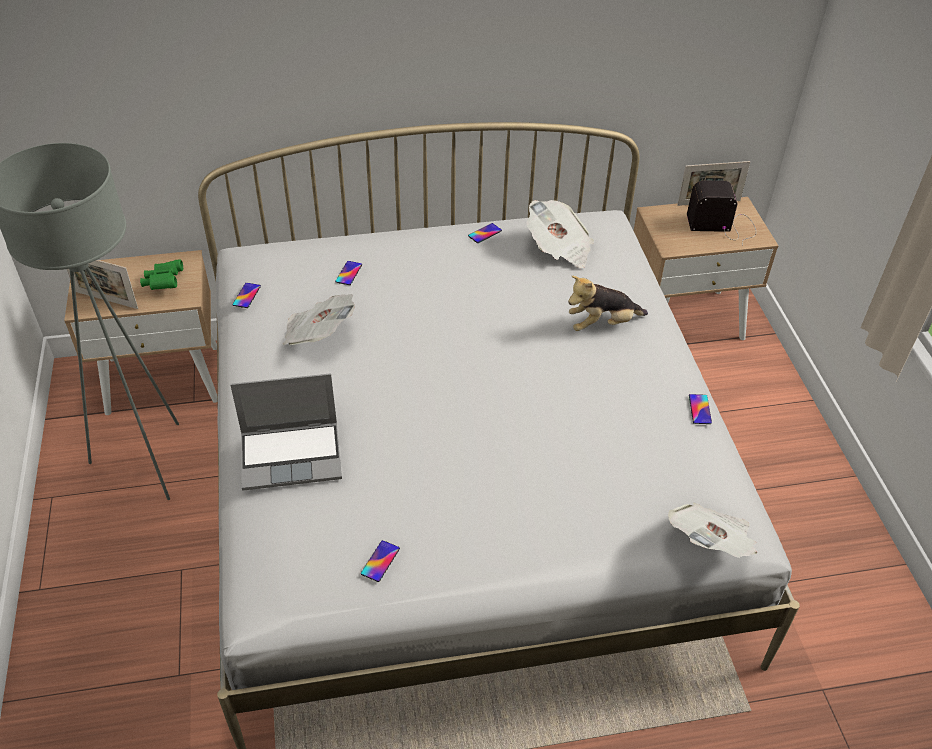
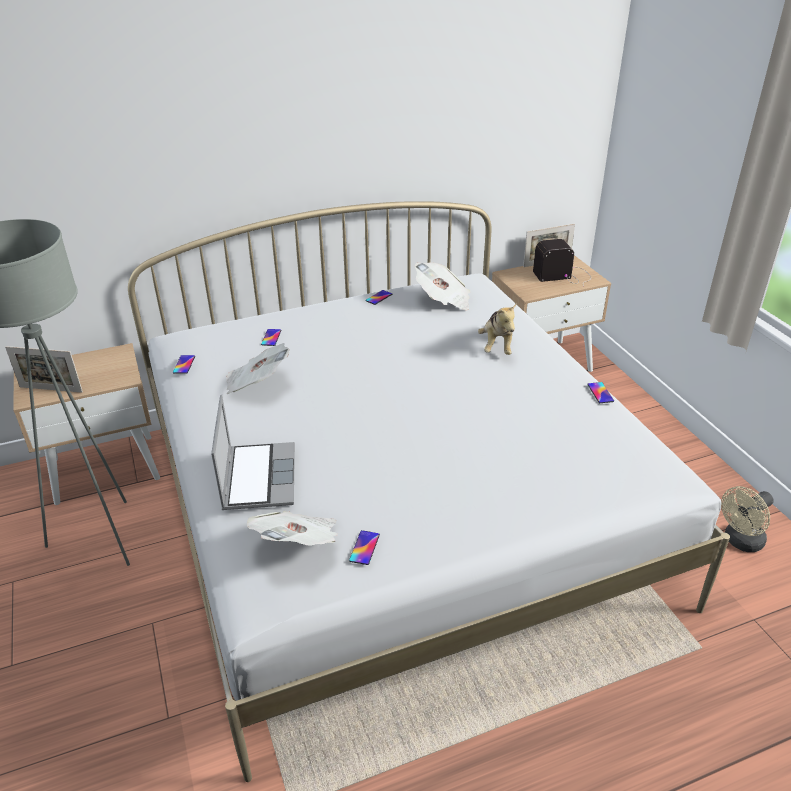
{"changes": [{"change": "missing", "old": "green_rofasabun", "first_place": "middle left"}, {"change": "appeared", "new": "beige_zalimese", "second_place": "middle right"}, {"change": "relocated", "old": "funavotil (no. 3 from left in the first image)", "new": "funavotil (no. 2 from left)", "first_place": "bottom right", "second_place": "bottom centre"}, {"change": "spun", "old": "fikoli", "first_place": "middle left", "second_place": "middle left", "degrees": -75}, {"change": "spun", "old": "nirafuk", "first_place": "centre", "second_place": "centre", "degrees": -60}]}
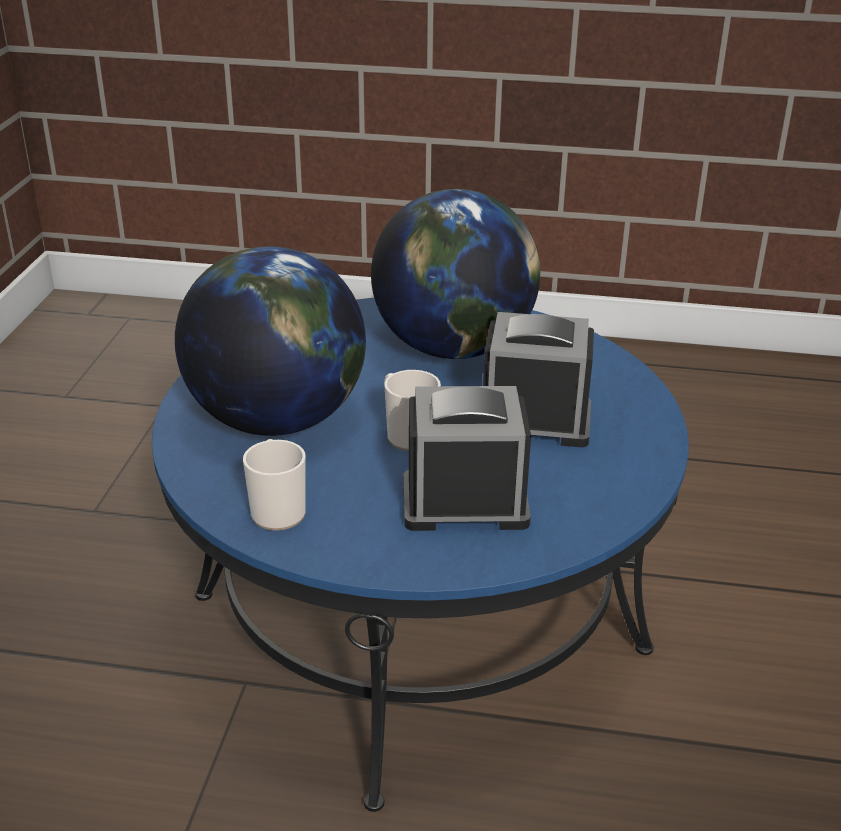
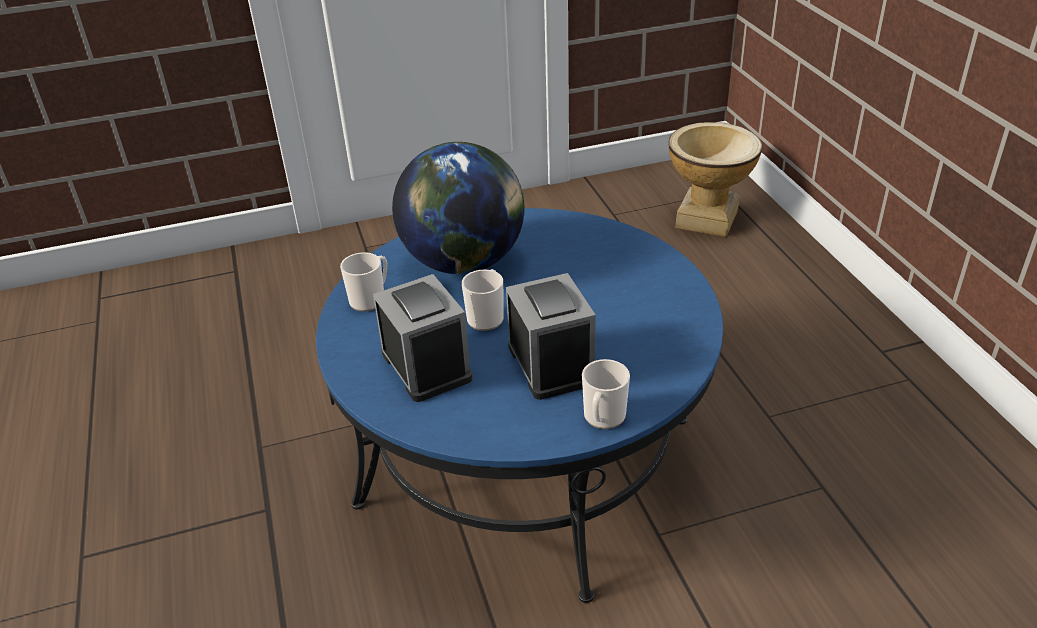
{"changes": [{"change": "missing", "old": "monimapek (no. 2 from left)", "first_place": "top centre"}, {"change": "appeared", "new": "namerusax (no. 3 from left)", "second_place": "centre"}, {"change": "appeared", "new": "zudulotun", "second_place": "top right"}]}
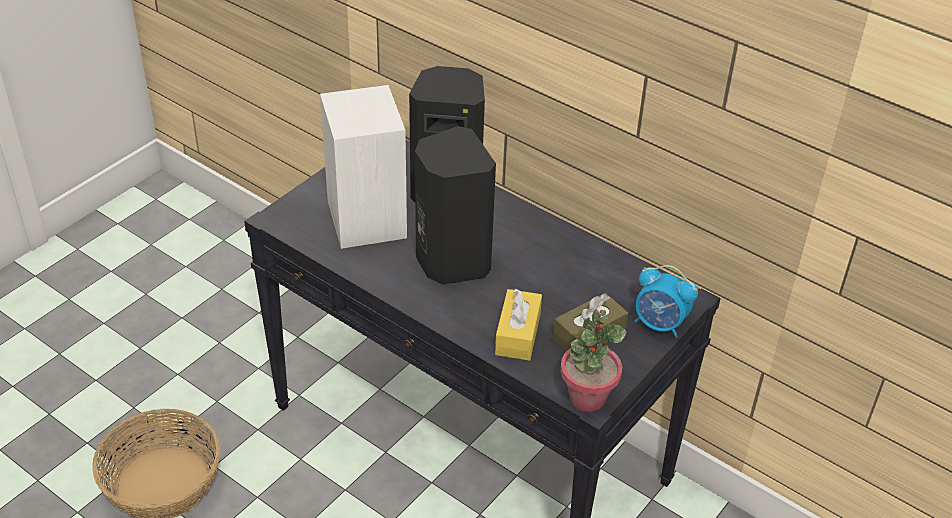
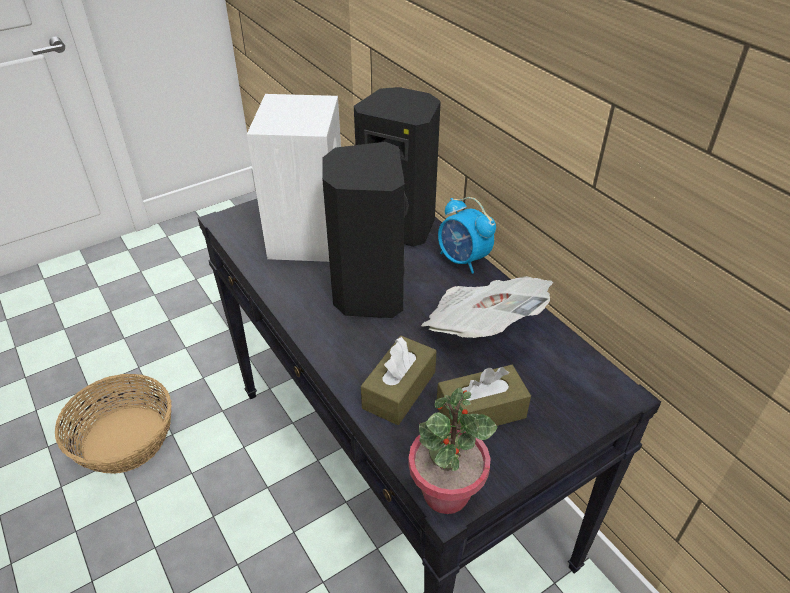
{"changes": [{"change": "appeared", "new": "funavotil", "second_place": "centre"}, {"change": "relocated", "old": "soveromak", "first_place": "middle right", "second_place": "centre"}, {"change": "colour", "old": "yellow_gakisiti", "new": "brown_gakisiti (no. 1 from left)", "first_place": "centre", "second_place": "centre"}]}
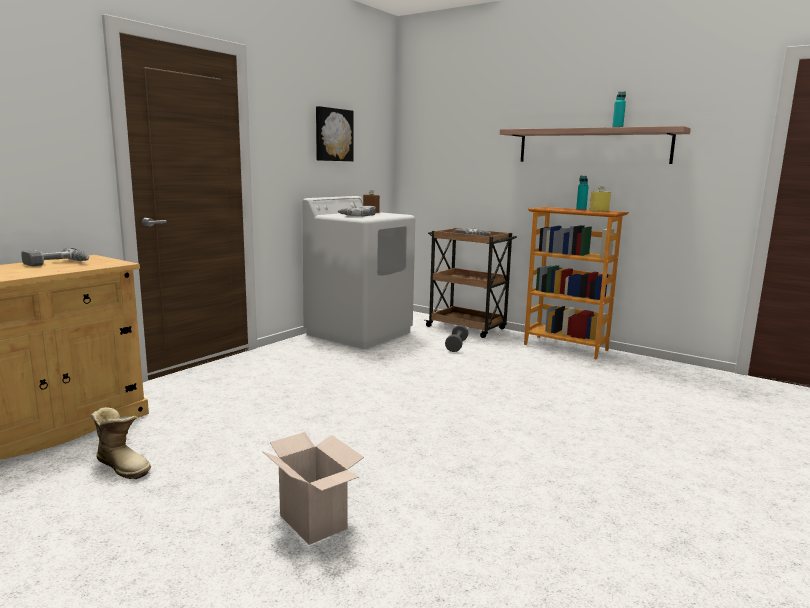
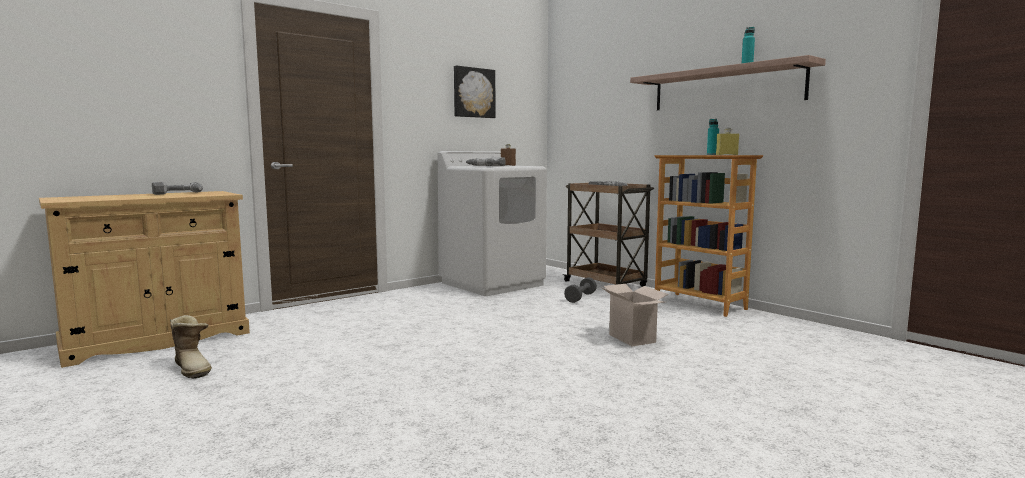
{"changes": [{"change": "relocated", "old": "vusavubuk", "first_place": "bottom centre", "second_place": "centre"}]}
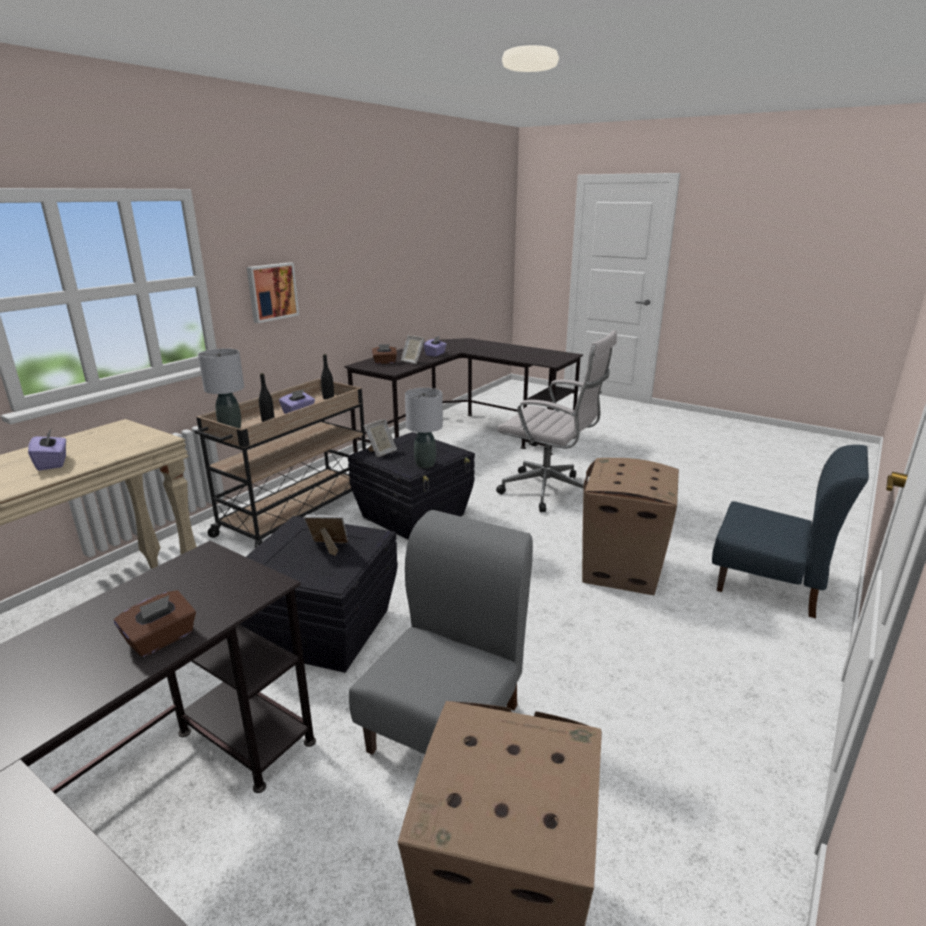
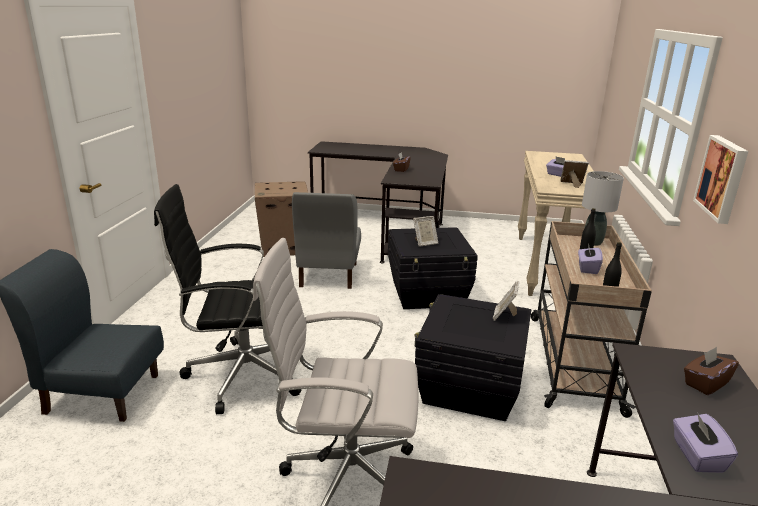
{"changes": [{"change": "missing", "old": "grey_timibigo (no. 2 from left)", "first_place": "centre"}, {"change": "relocated", "old": "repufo (no. 3 from left)", "first_place": "centre", "second_place": "middle right"}, {"change": "exchanged", "old": "vusavubuk (no. 2 from left)", "new": "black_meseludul", "first_place": "middle right", "second_place": "middle left"}]}
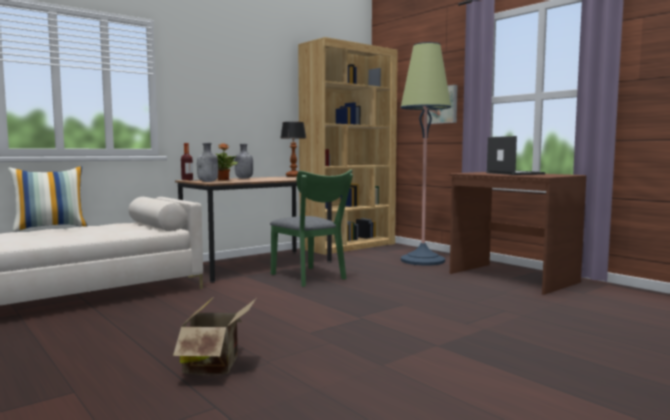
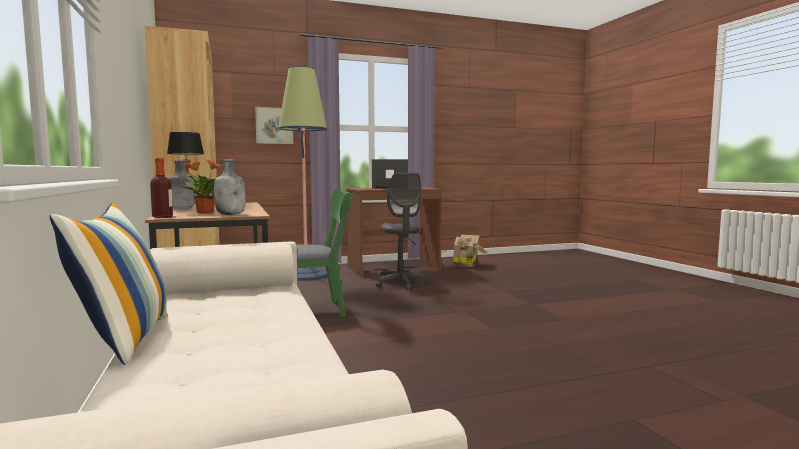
{"changes": [{"change": "appeared", "new": "grey_meseludul", "second_place": "centre"}, {"change": "relocated", "old": "vusavubuk", "first_place": "bottom left", "second_place": "centre"}]}
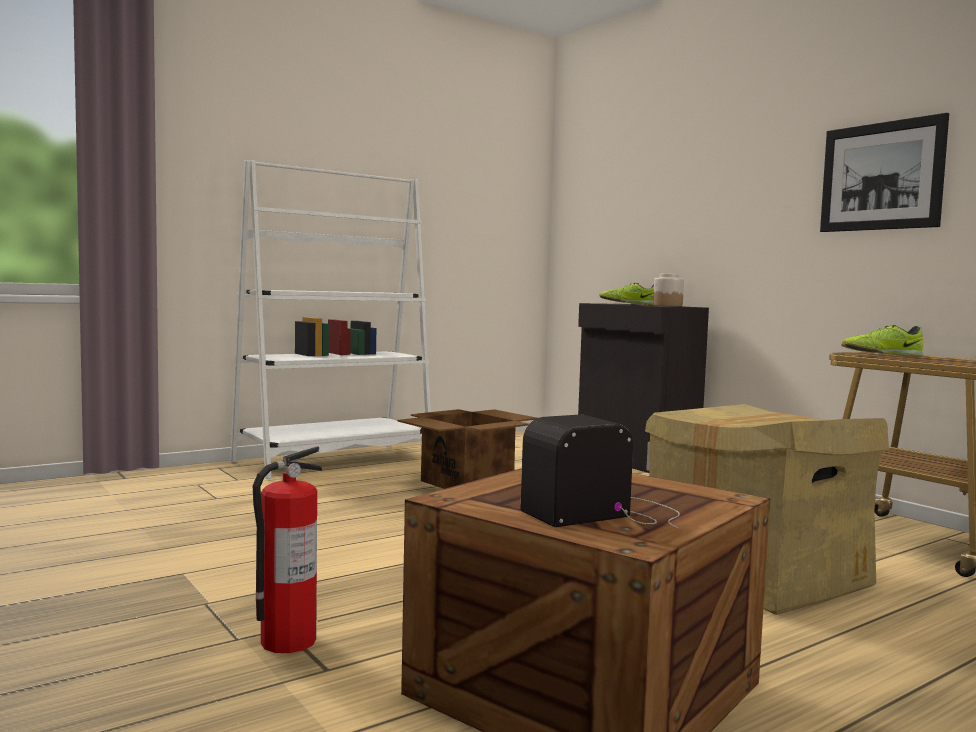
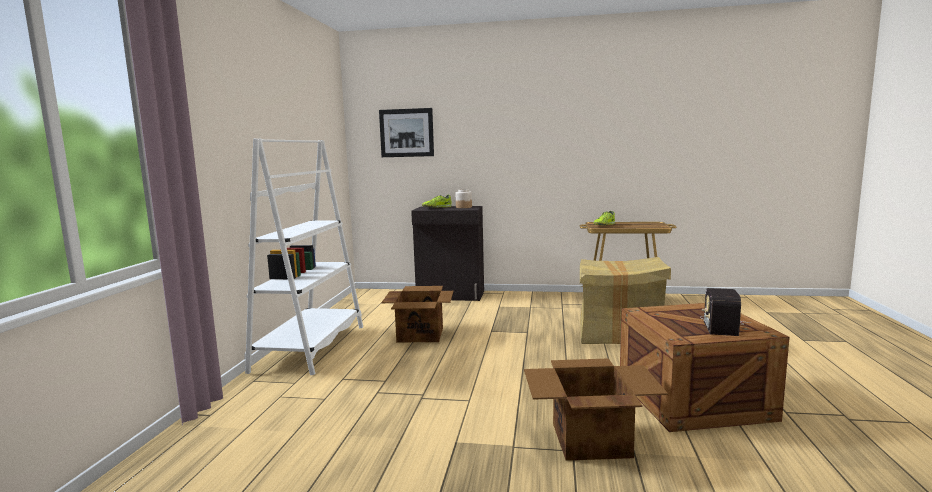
{"changes": [{"change": "relocated", "old": "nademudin", "first_place": "top right", "second_place": "top centre"}, {"change": "exchanged", "old": "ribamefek", "new": "vusavubuk (no. 2 from left)", "first_place": "bottom left", "second_place": "bottom centre"}]}
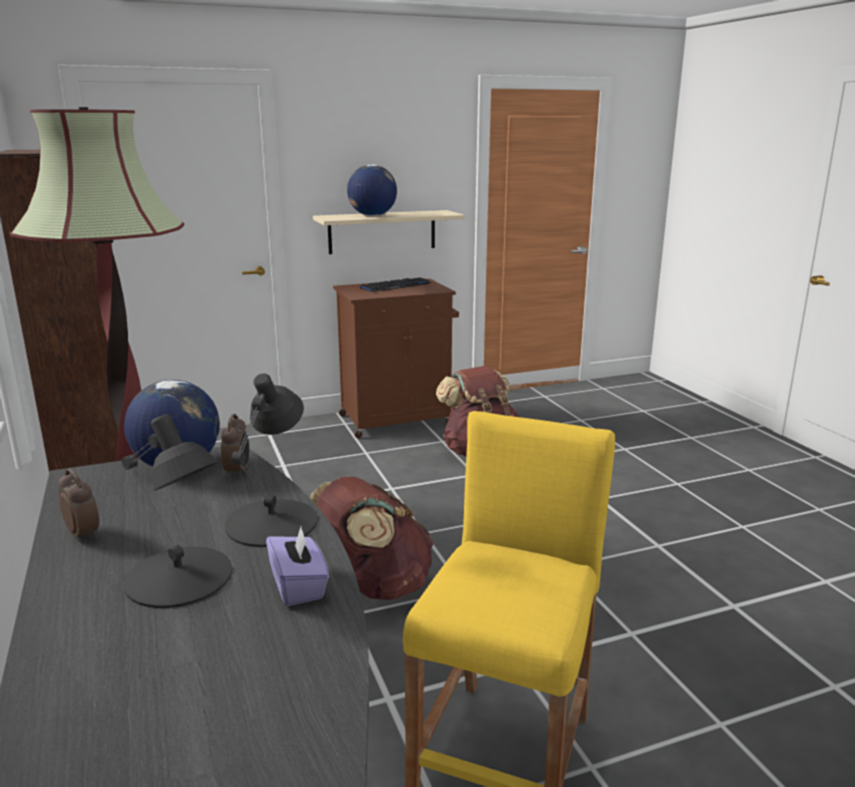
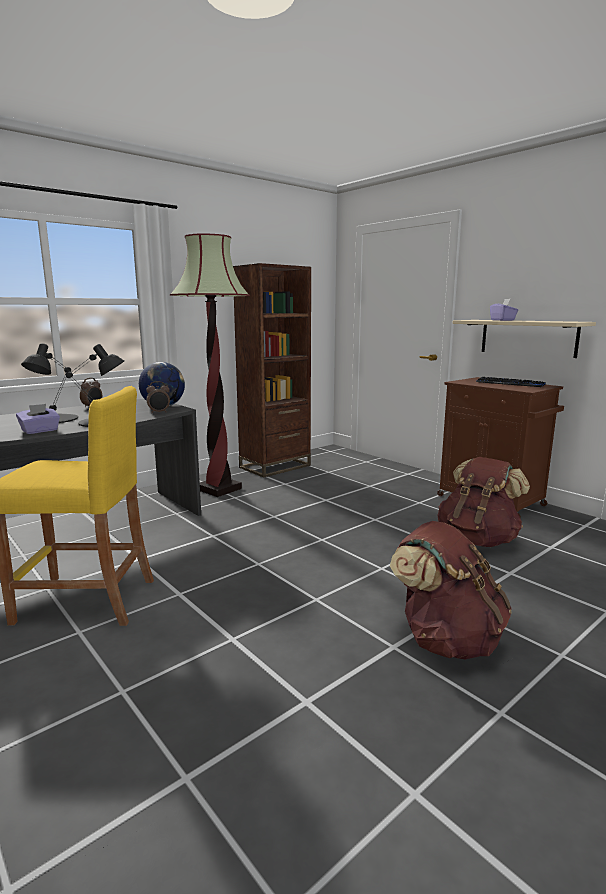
{"changes": [{"change": "relocated", "old": "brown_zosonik (no. 1 from left)", "first_place": "bottom centre", "second_place": "middle right"}, {"change": "exchanged", "old": "monimapek (no. 2 from left)", "new": "purple_gakisiti (no. 2 from left)", "first_place": "top centre", "second_place": "middle right"}]}
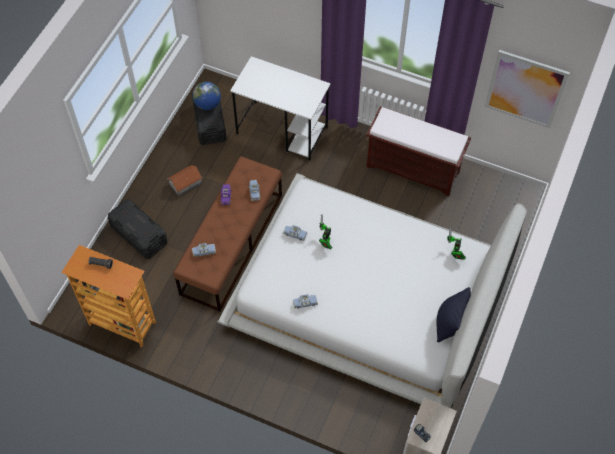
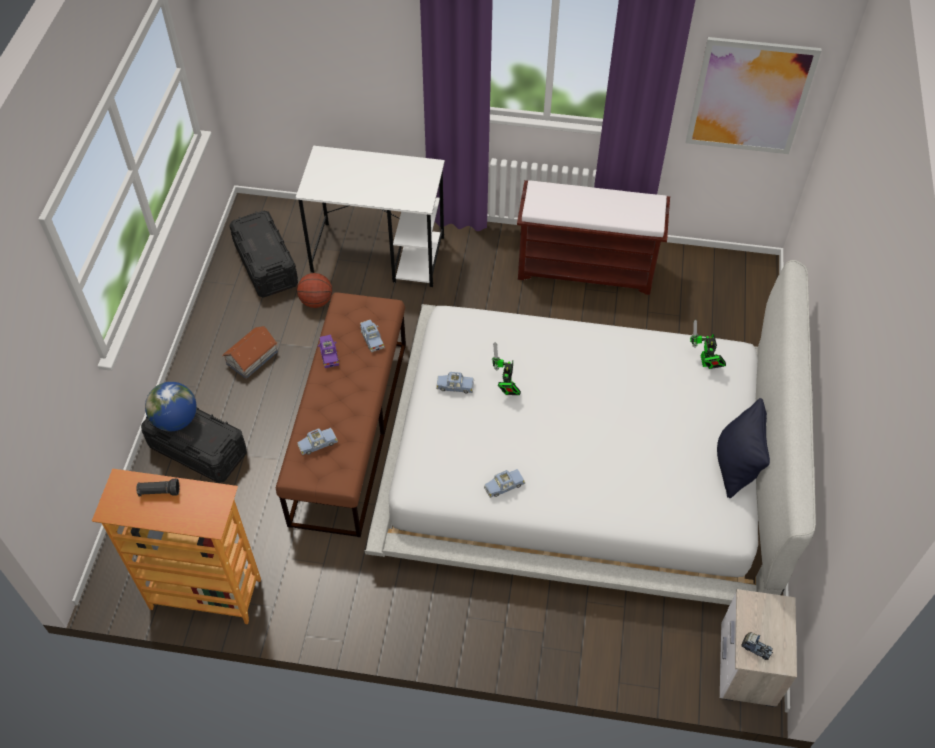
{"changes": [{"change": "appeared", "new": "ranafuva", "second_place": "centre"}, {"change": "relocated", "old": "monimapek", "first_place": "top centre", "second_place": "middle left"}]}
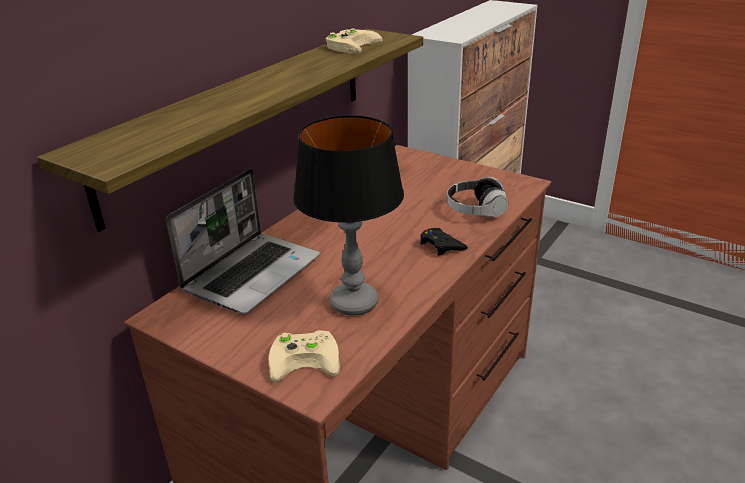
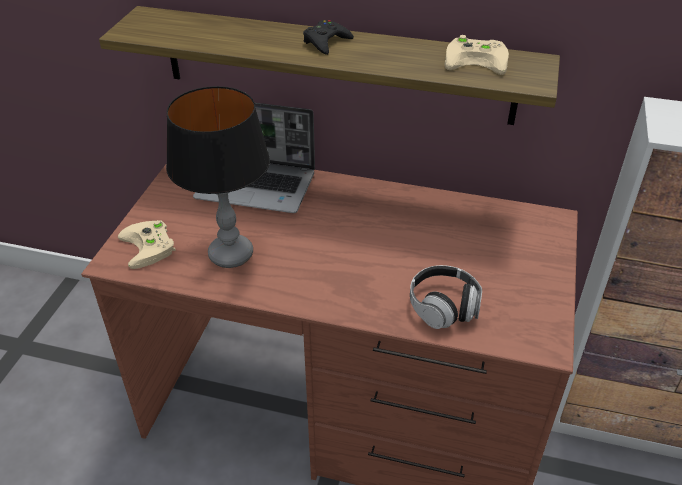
{"changes": [{"change": "relocated", "old": "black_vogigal", "first_place": "centre", "second_place": "top centre"}]}
